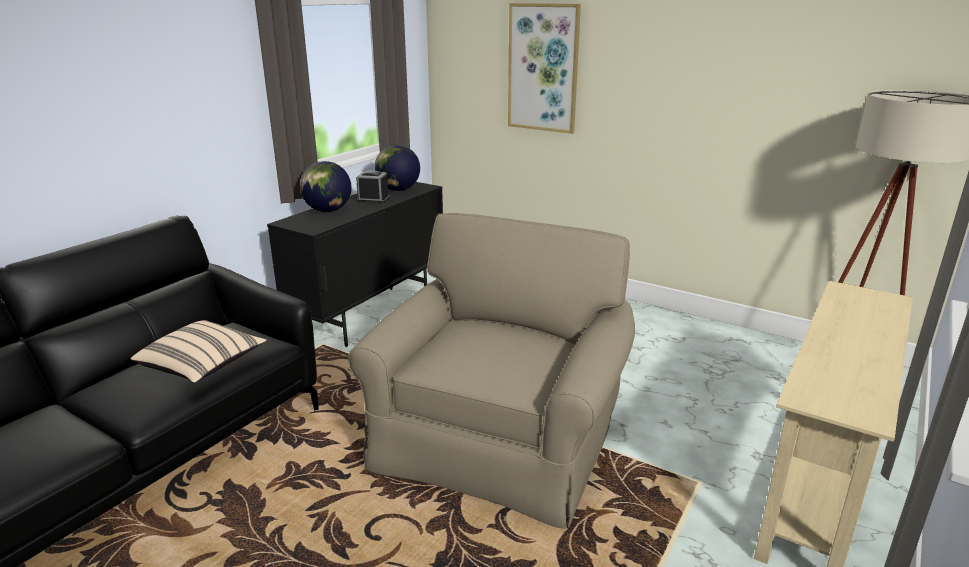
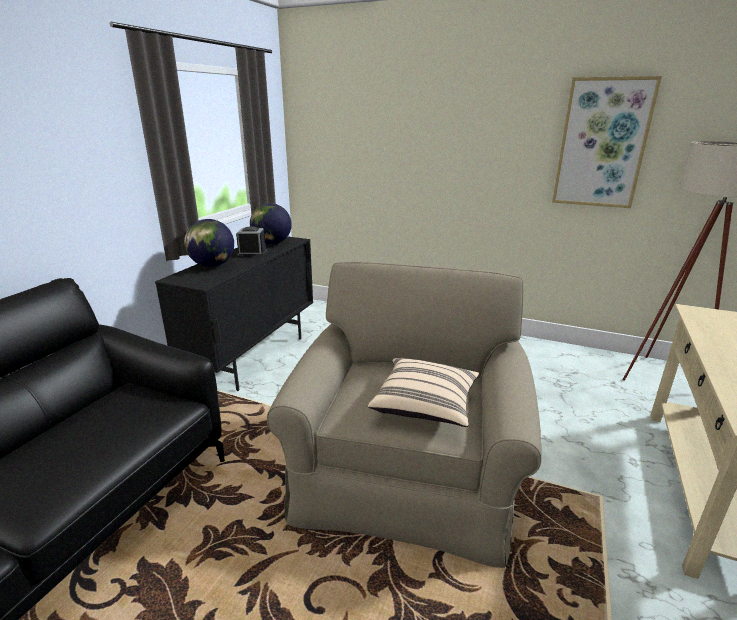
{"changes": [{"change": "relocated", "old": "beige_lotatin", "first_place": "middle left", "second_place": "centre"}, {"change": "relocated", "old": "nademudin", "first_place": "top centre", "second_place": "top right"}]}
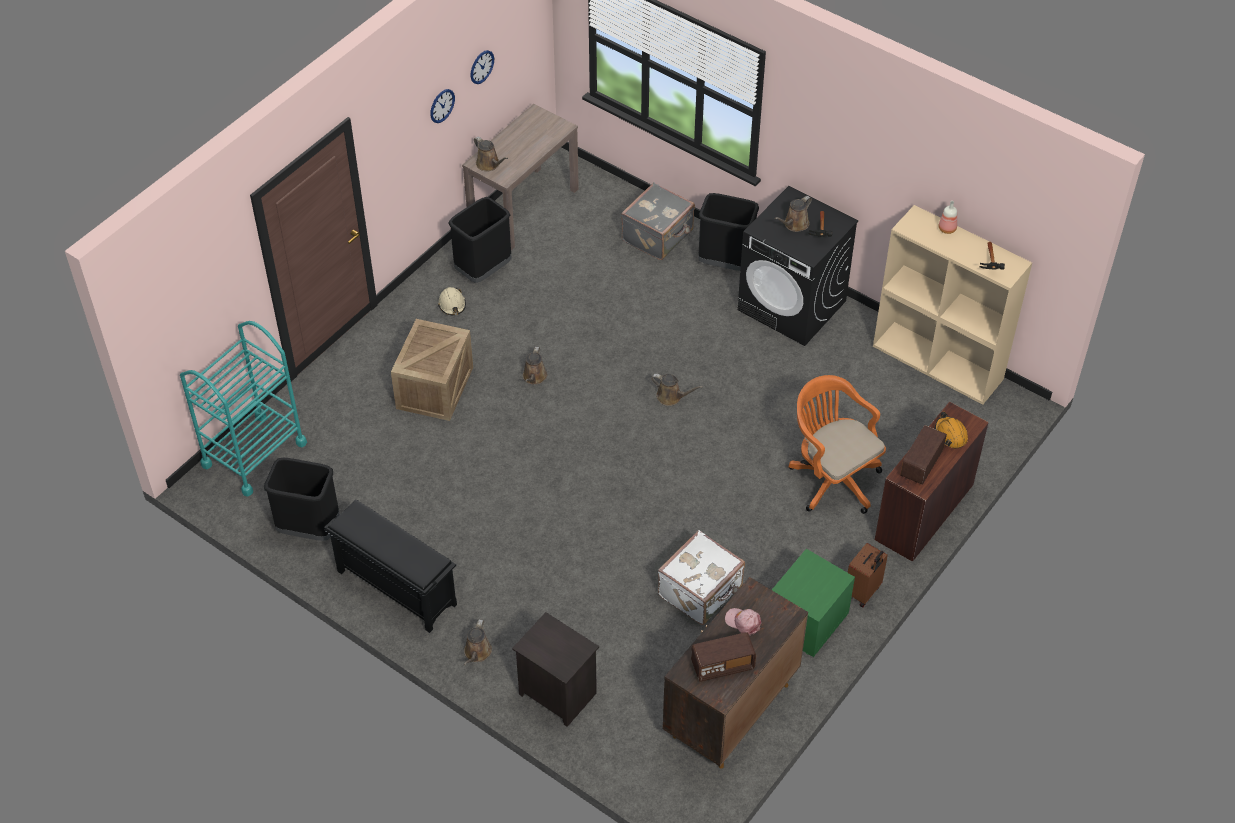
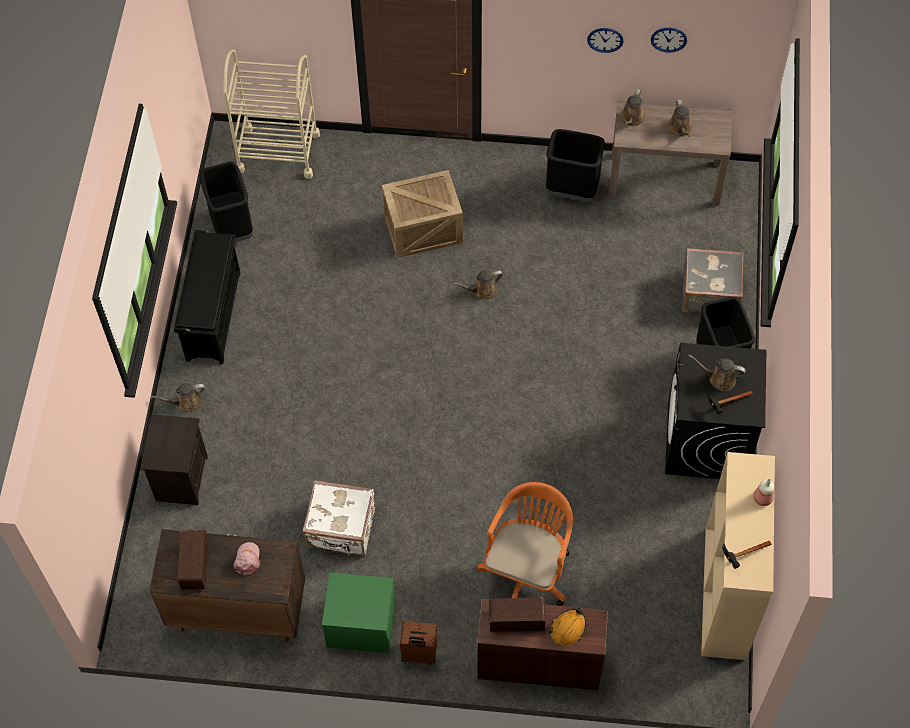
{"changes": [{"change": "missing", "old": "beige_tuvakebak", "first_place": "centre"}, {"change": "relocated", "old": "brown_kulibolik (no. 4 from left)", "first_place": "centre", "second_place": "top right"}, {"change": "colour", "old": "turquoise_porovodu", "new": "beige_porovodu", "first_place": "middle left", "second_place": "top left"}, {"change": "spun", "old": "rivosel (no. 1 from left)", "first_place": "bottom centre", "second_place": "bottom left", "degrees": 45}]}
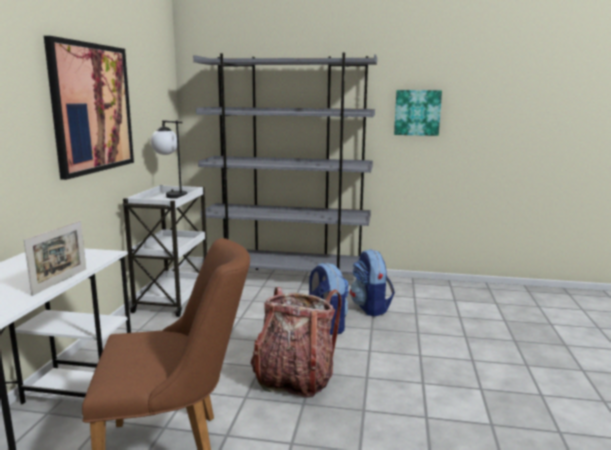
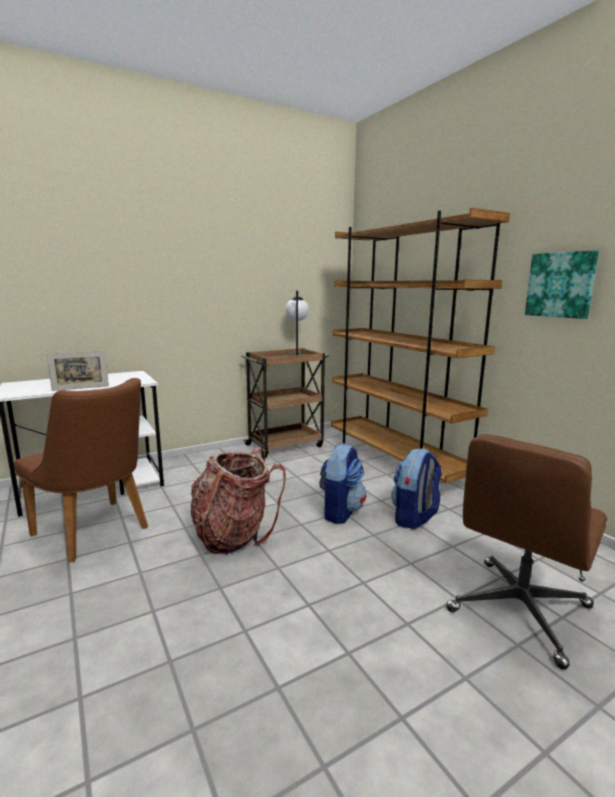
{"changes": [{"change": "missing", "old": "nademudin (no. 1 from left)", "first_place": "top left"}, {"change": "appeared", "new": "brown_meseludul", "second_place": "bottom right"}, {"change": "colour", "old": "white_porovodu", "new": "brown_porovodu", "first_place": "middle left", "second_place": "centre"}, {"change": "colour", "old": "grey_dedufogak", "new": "brown_dedufogak", "first_place": "centre", "second_place": "middle right"}]}
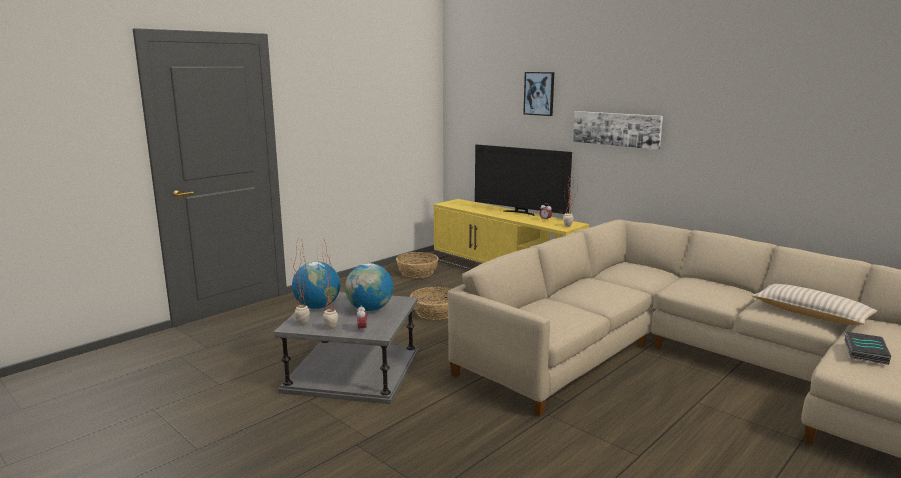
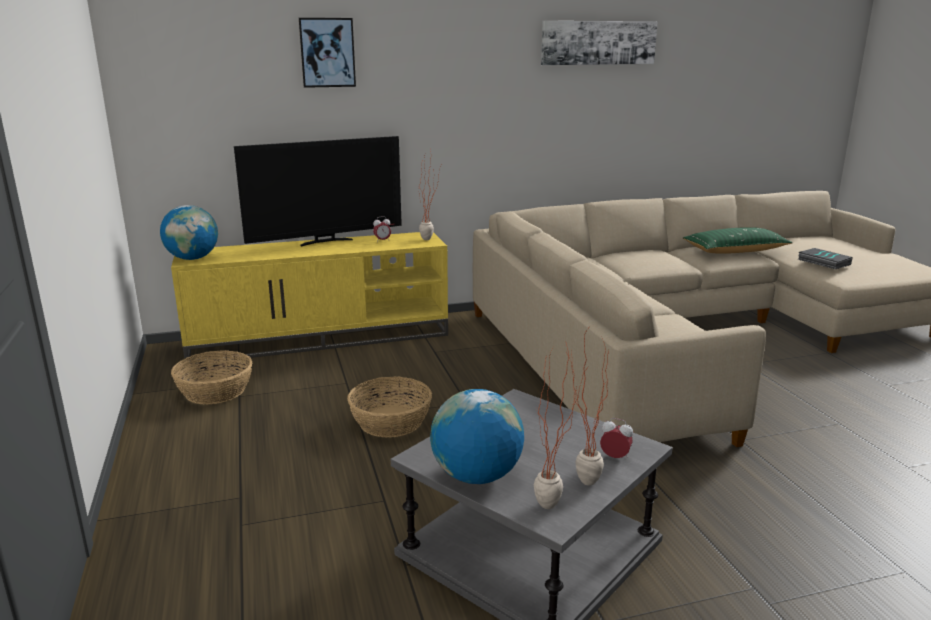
{"changes": [{"change": "relocated", "old": "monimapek (no. 2 from left in the first image)", "new": "monimapek (no. 1 from left)", "first_place": "centre", "second_place": "middle left"}, {"change": "relocated", "old": "nademudin (no. 2 from left)", "first_place": "top right", "second_place": "top centre"}, {"change": "colour", "old": "beige_lotatin", "new": "green_lotatin", "first_place": "middle right", "second_place": "middle right"}]}
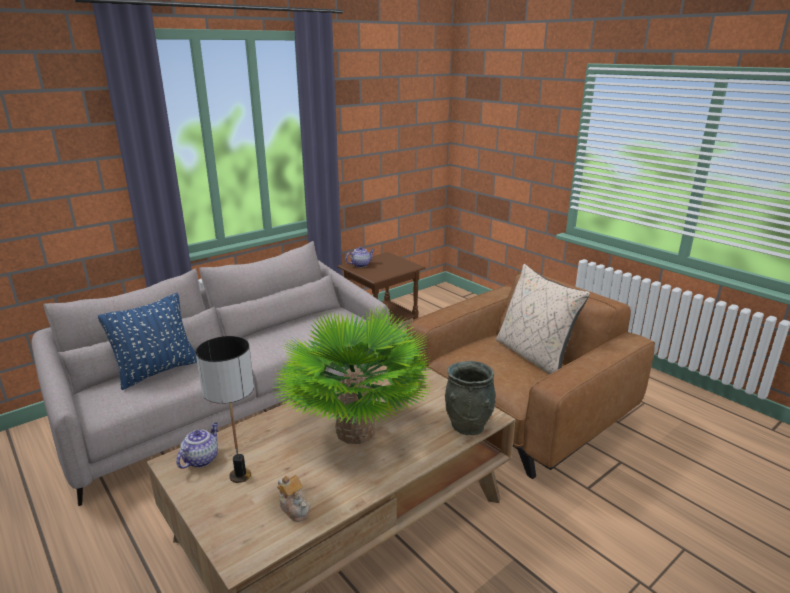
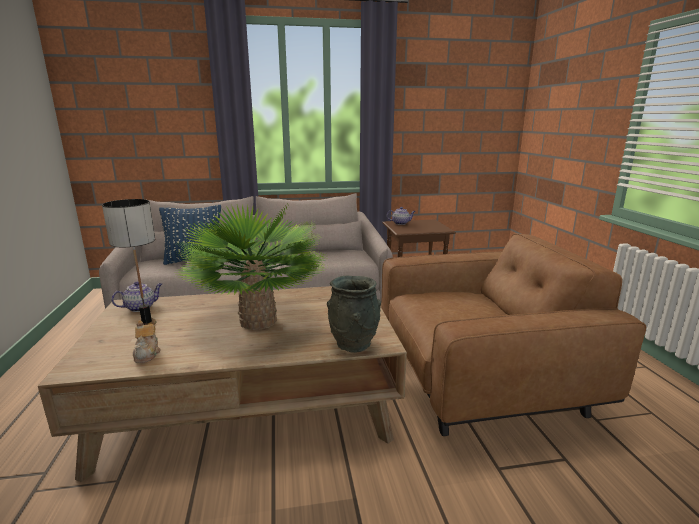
{"changes": [{"change": "missing", "old": "beige_lotatin", "first_place": "middle right"}]}
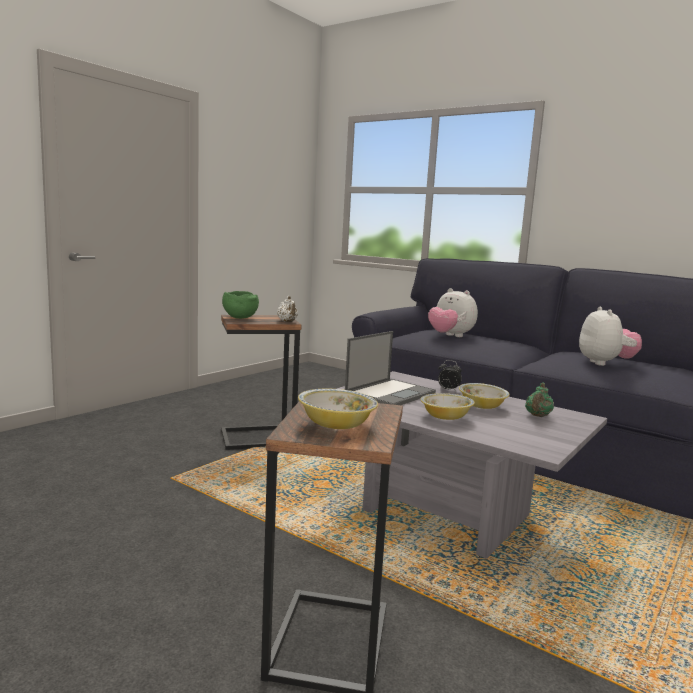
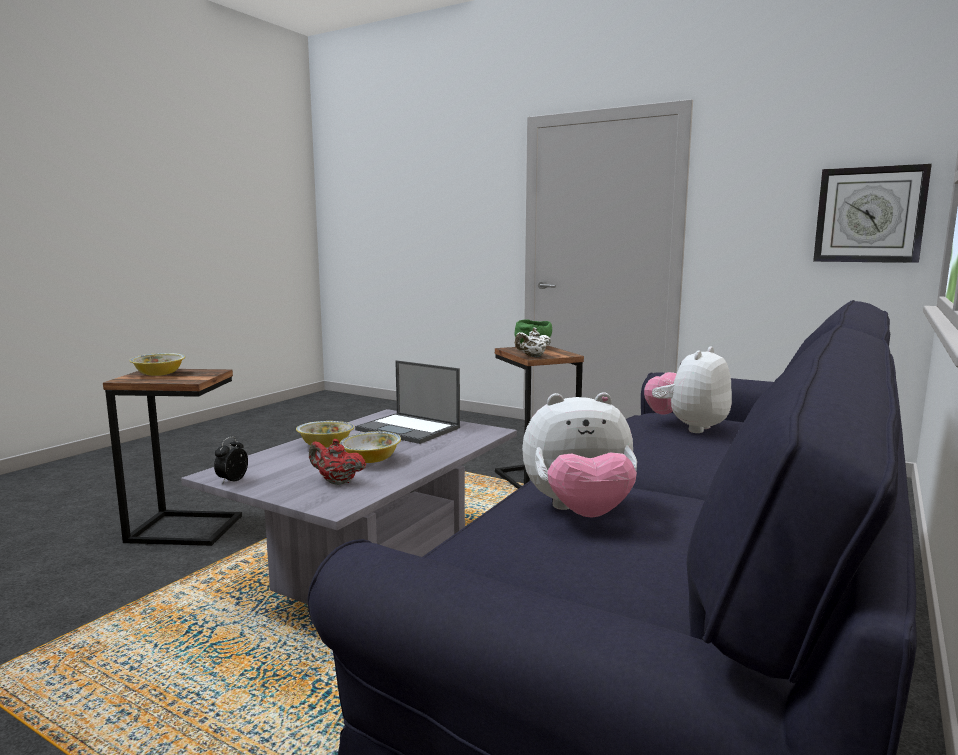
{"changes": [{"change": "appeared", "new": "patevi", "second_place": "top right"}, {"change": "relocated", "old": "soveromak", "first_place": "centre", "second_place": "middle left"}, {"change": "colour", "old": "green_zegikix", "new": "red_zegikix", "first_place": "middle right", "second_place": "centre"}]}
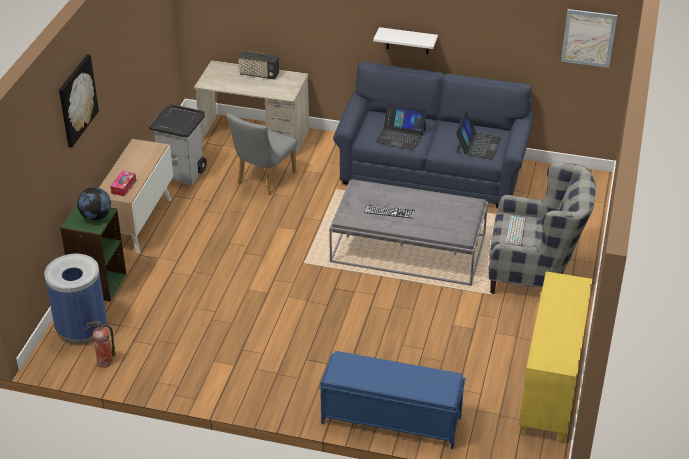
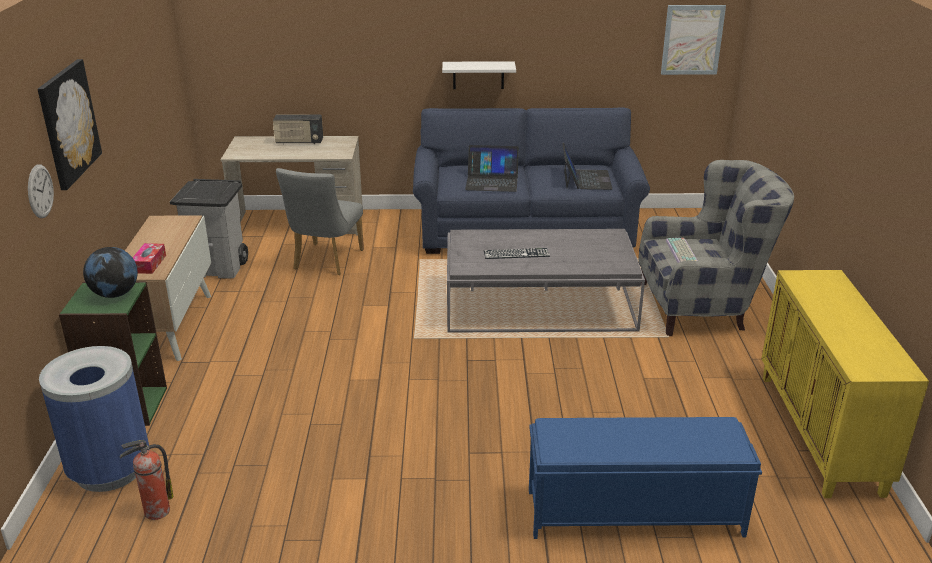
{"changes": [{"change": "appeared", "new": "patevi", "second_place": "middle left"}]}
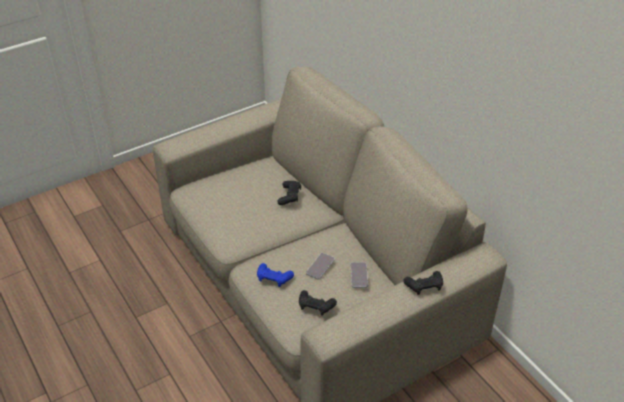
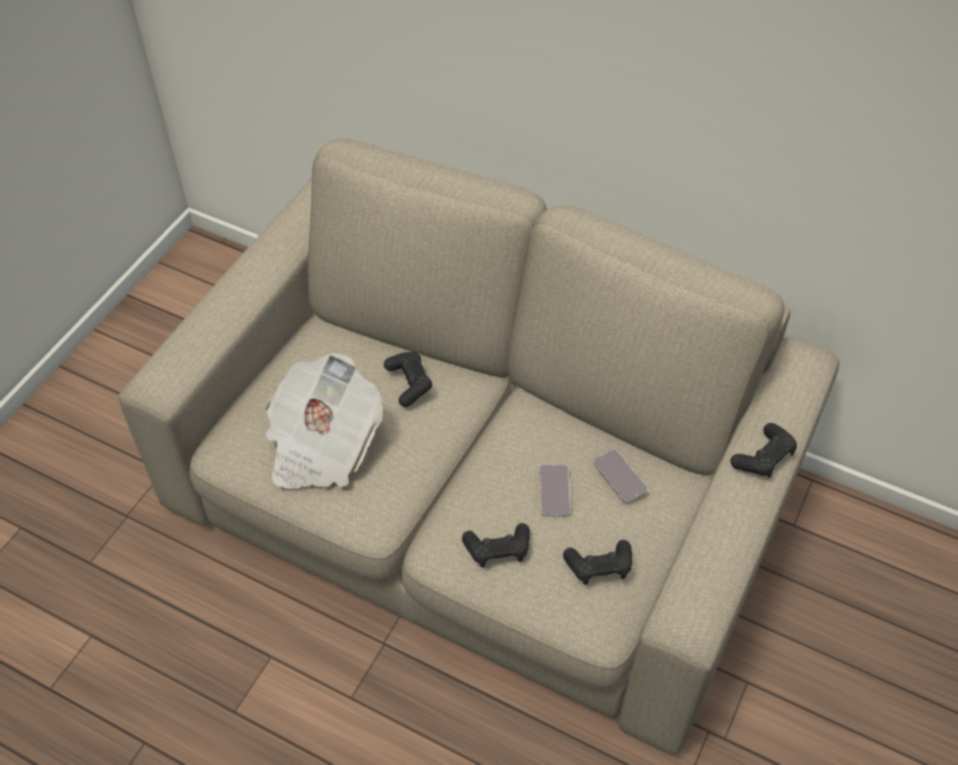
{"changes": [{"change": "appeared", "new": "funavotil", "second_place": "centre"}, {"change": "colour", "old": "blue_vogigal", "new": "black_vogigal (no. 2 from left)", "first_place": "bottom centre", "second_place": "bottom centre"}]}
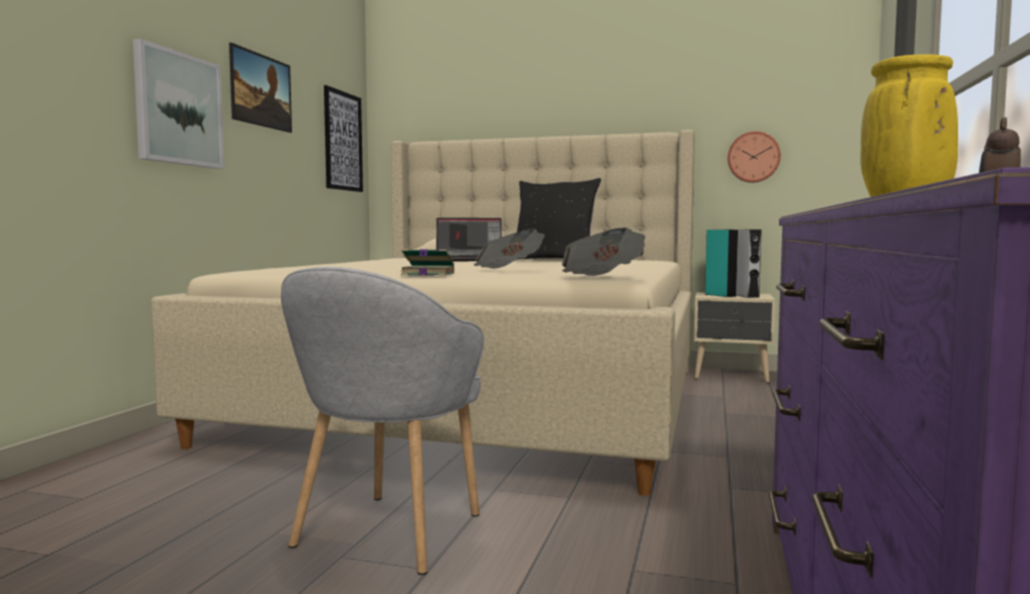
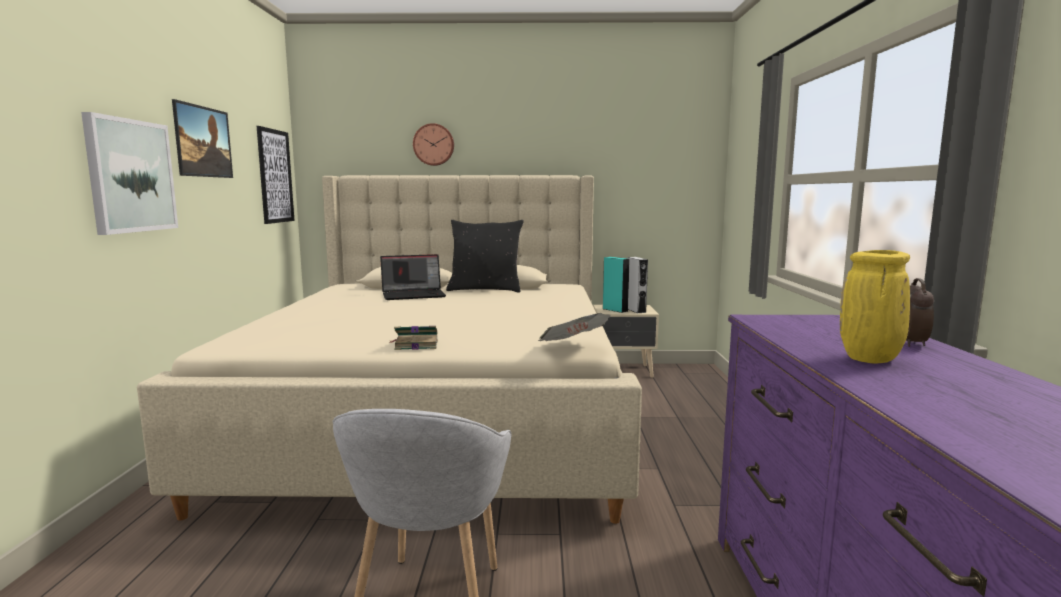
{"changes": [{"change": "missing", "old": "funavotil (no. 1 from left)", "first_place": "centre"}, {"change": "relocated", "old": "patevi", "first_place": "top right", "second_place": "top centre"}]}
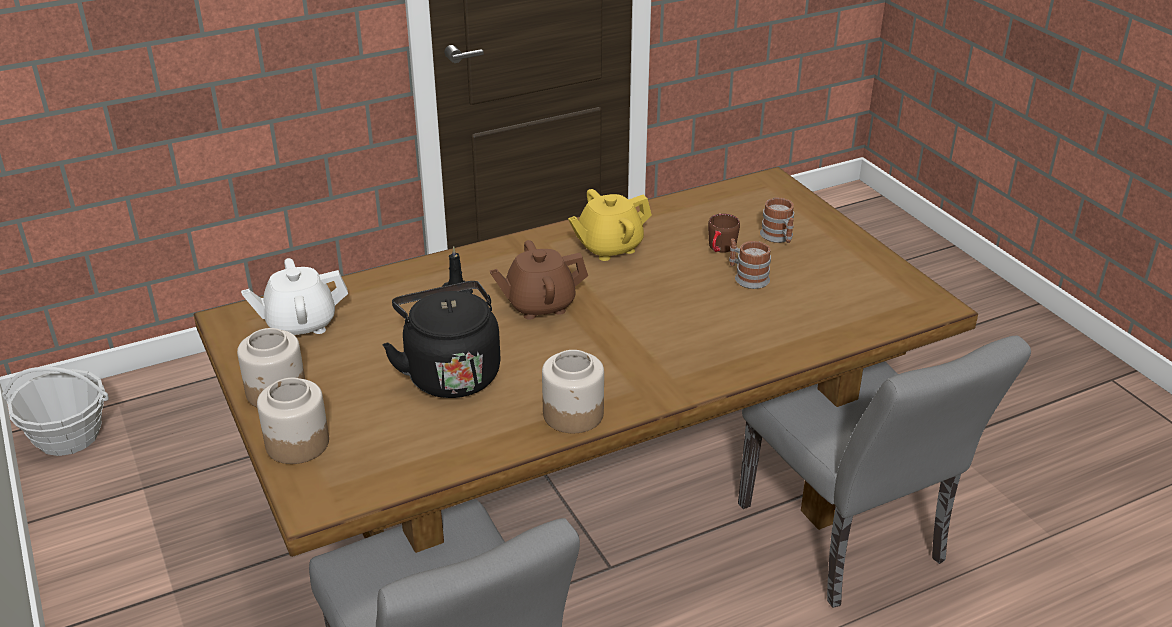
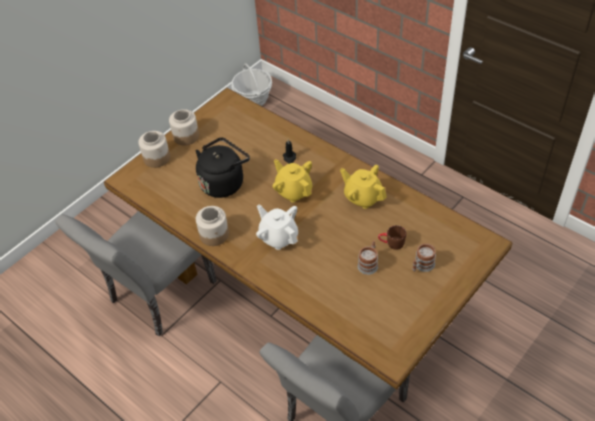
{"changes": [{"change": "relocated", "old": "white_zegikix", "first_place": "middle left", "second_place": "centre"}, {"change": "colour", "old": "brown_zegikix", "new": "yellow_zegikix (no. 1 from left)", "first_place": "centre", "second_place": "centre"}]}
